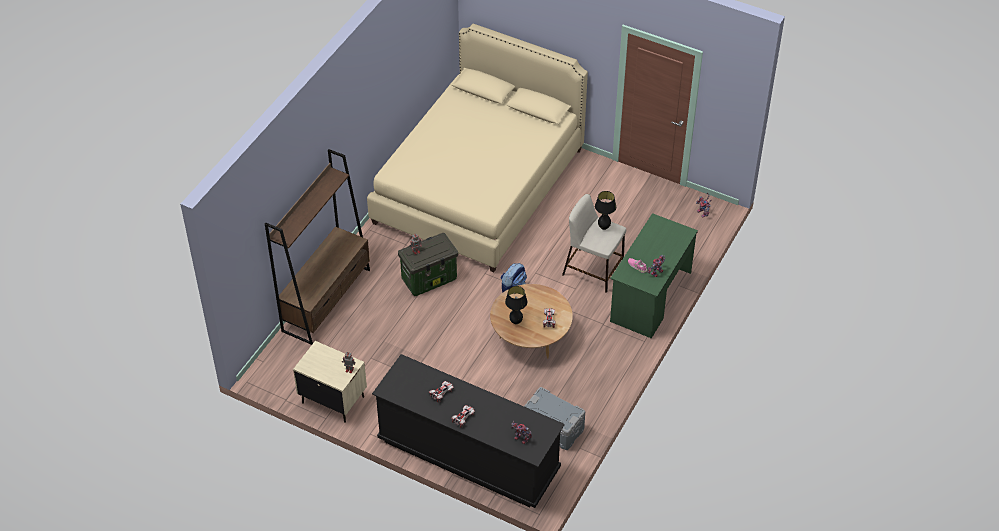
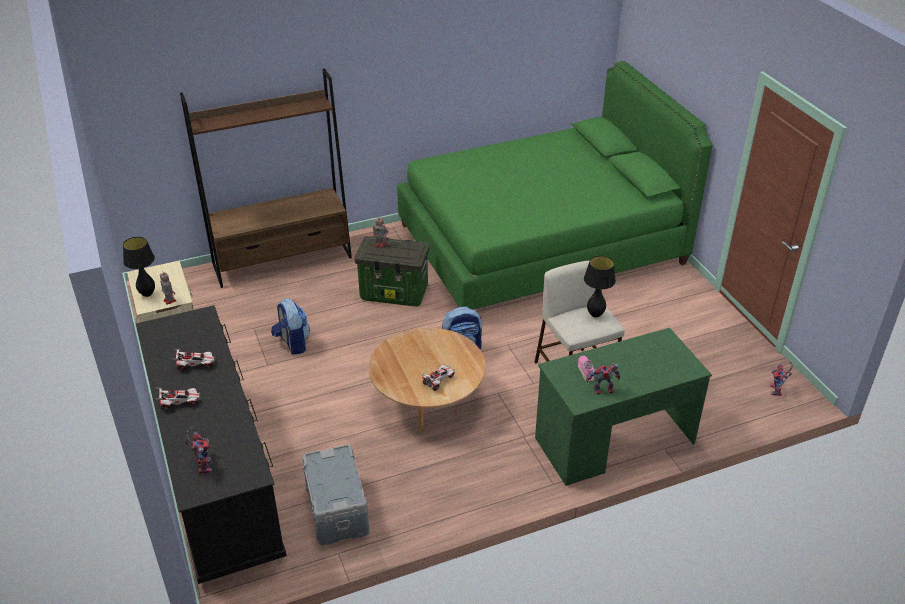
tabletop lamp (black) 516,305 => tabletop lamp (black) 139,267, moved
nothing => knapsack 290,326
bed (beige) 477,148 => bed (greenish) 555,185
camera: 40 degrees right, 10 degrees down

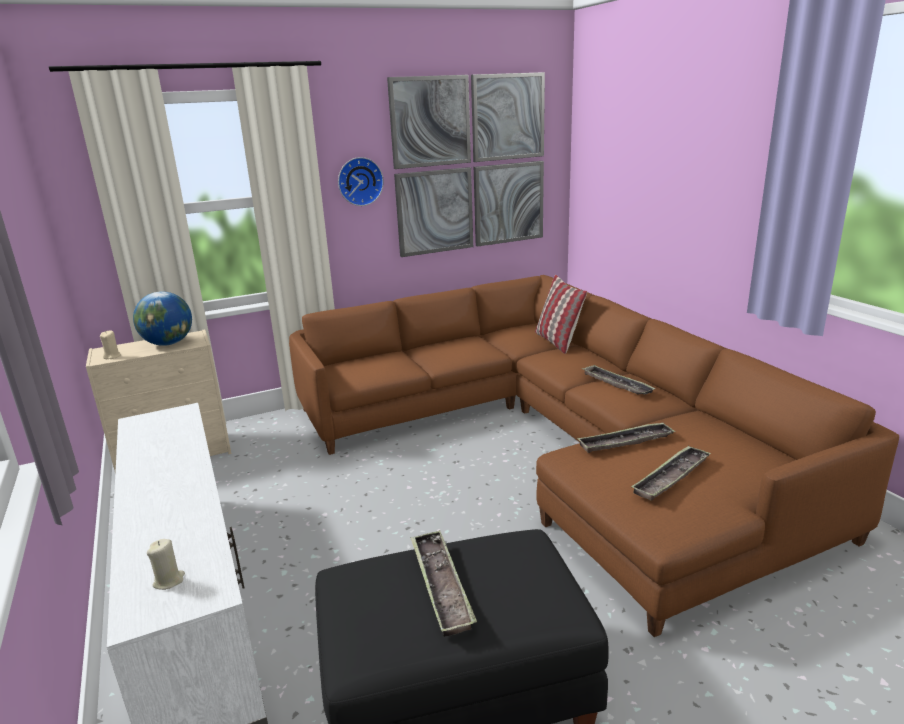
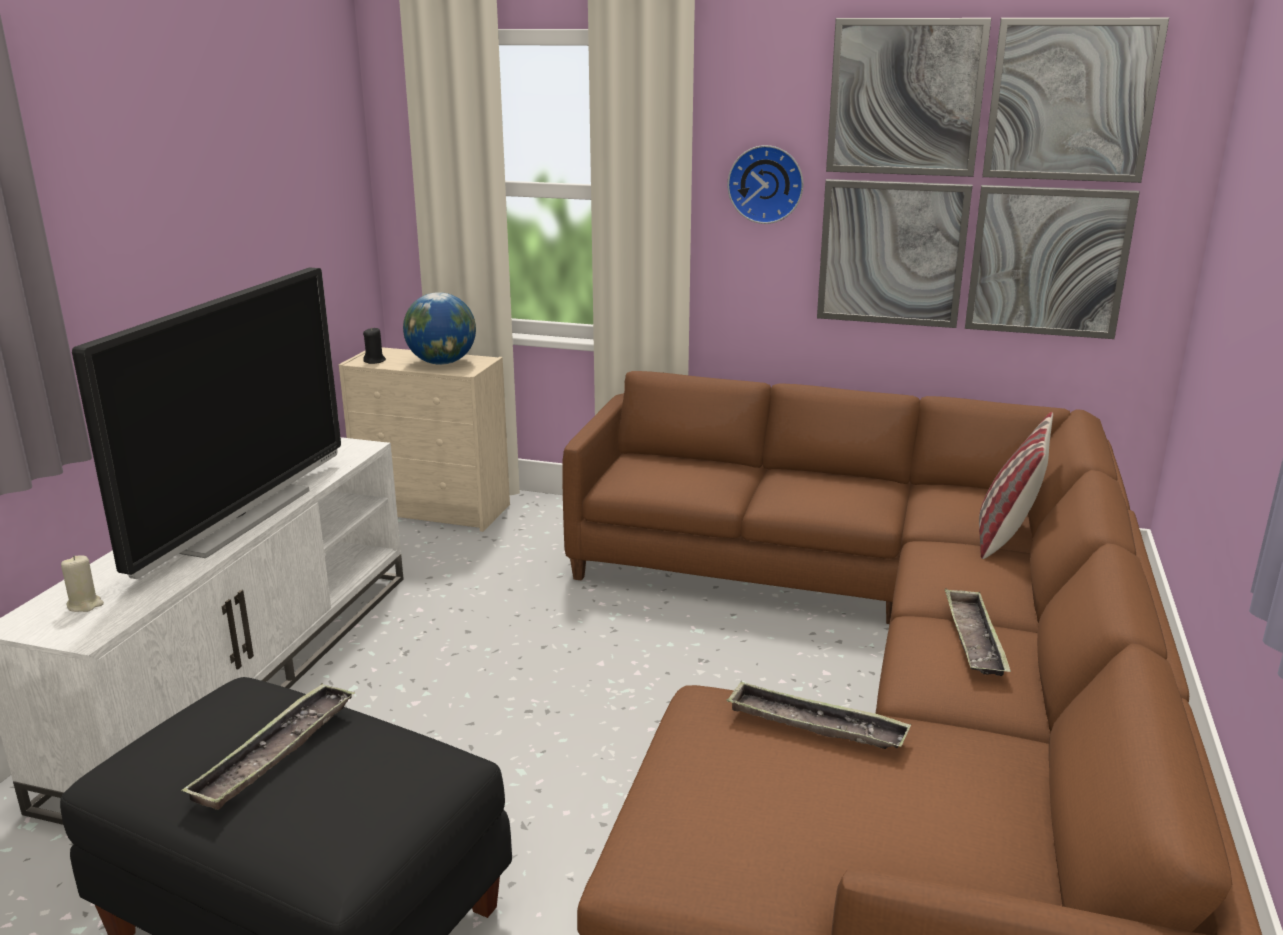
nothing => TV 206,423
wax light (beige) 110,344 => wax light (black) 374,345
carrying tray 671,473 => nothing
camera: 40 degrees right, 0 degrees up

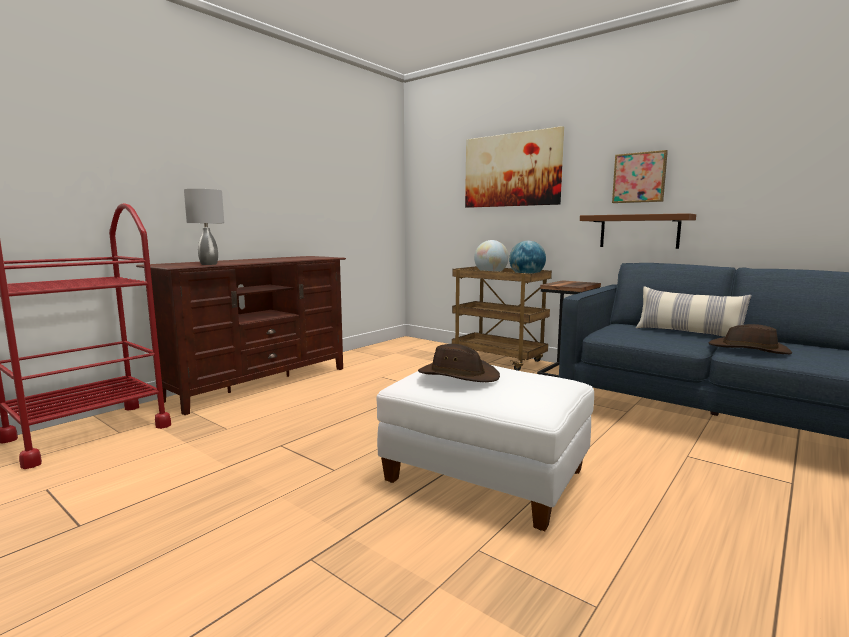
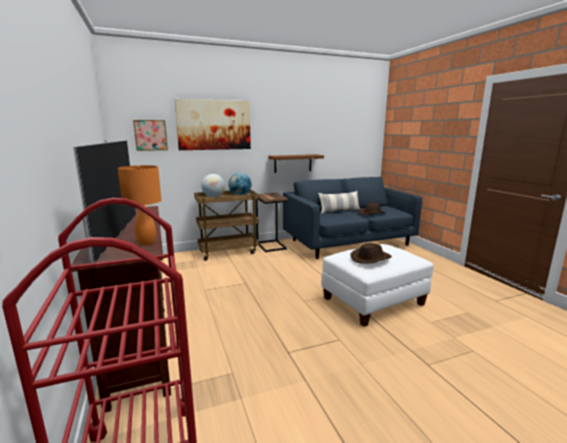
nothing => TV 104,201
tabletop lamp (greyish) 204,227 => tabletop lamp (orangey) 139,205
wall picture 640,176 => wall picture 150,135, moved
camera: 60 degrees left, 5 degrees up

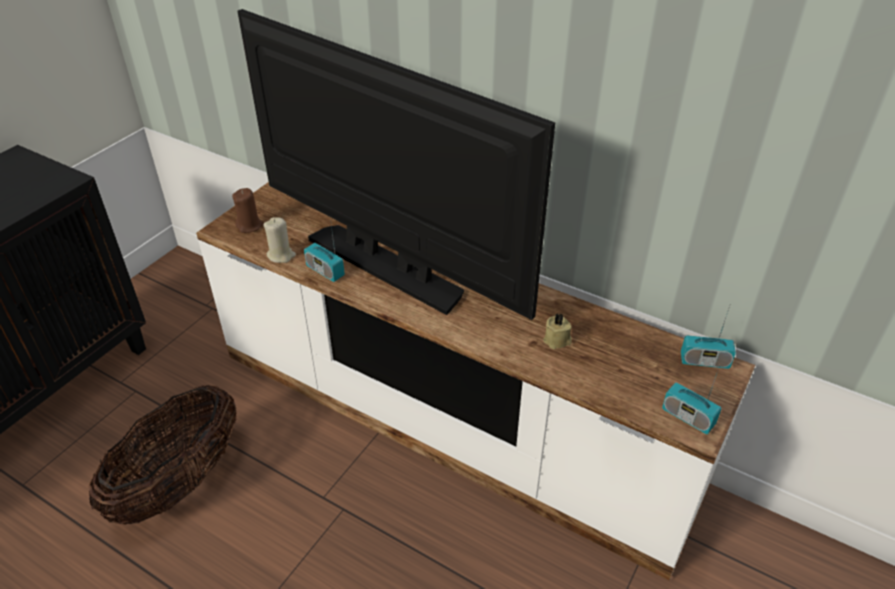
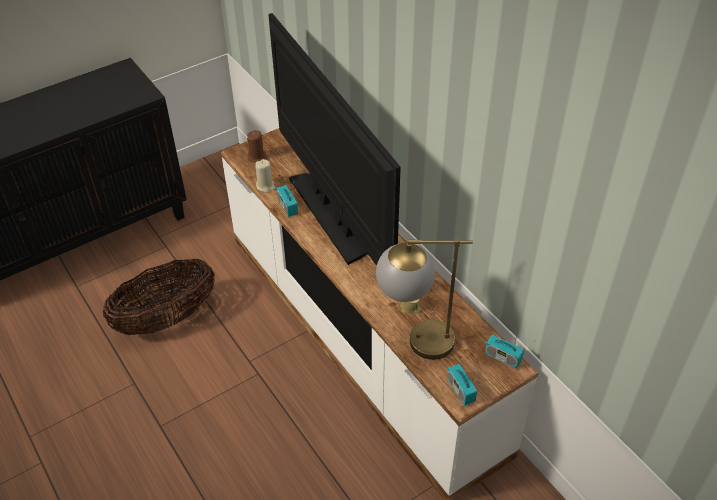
nothing => tabletop lamp 424,299
camera: 25 degrees right, 5 degrees up

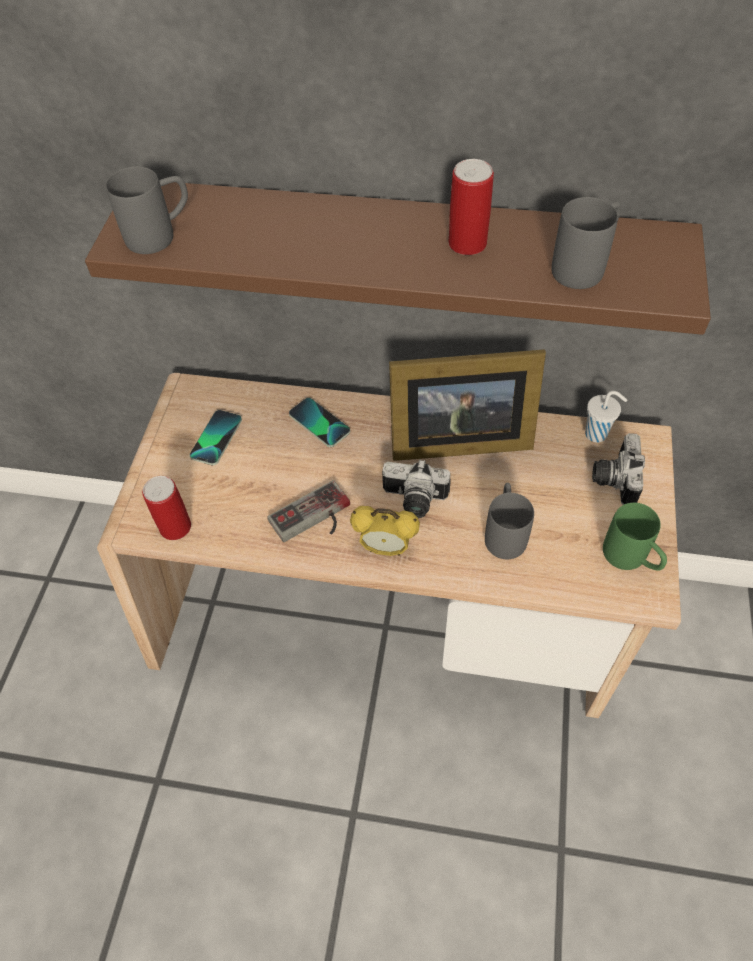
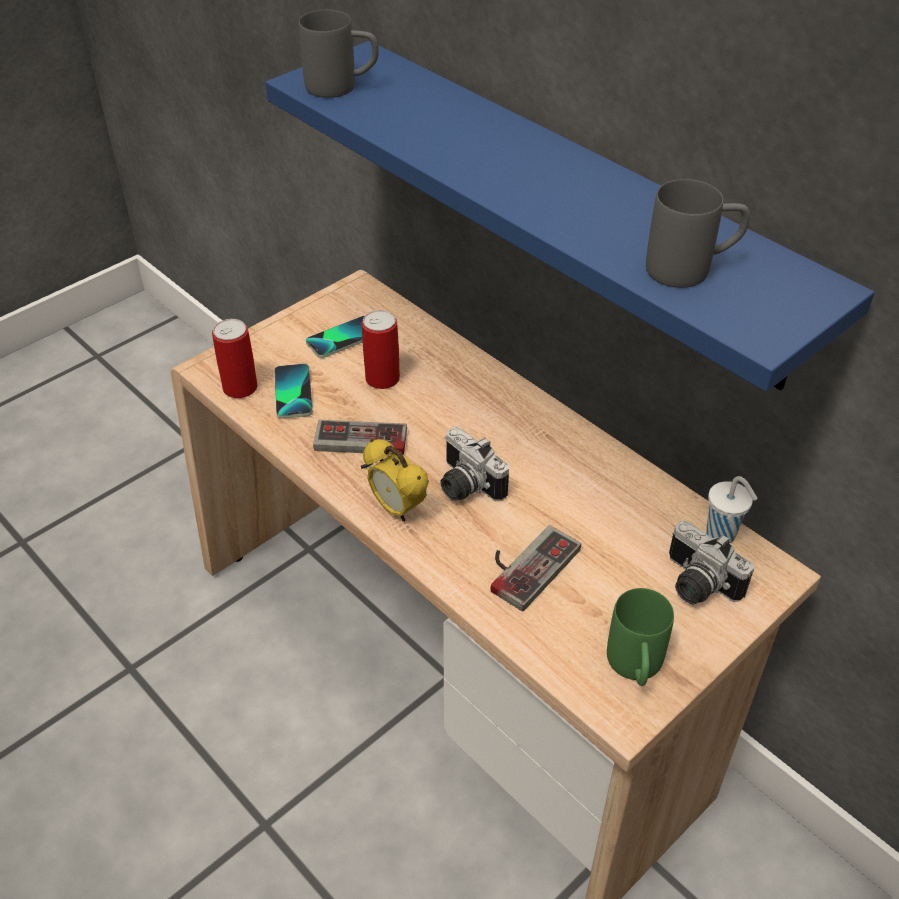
shelf (brown-coloured) 398,258 => shelf (blue) 569,216
handset 319,422 => handset 293,391, moved
can 471,207 => can 381,349, moved
mug (greyish) 509,521 => game controller 535,568
photo camera 618,469 => photo camera 711,562, 90 degrees counterclockwise
picture frame 467,405 => nothing
camera: 35 degrees right, 10 degrees down

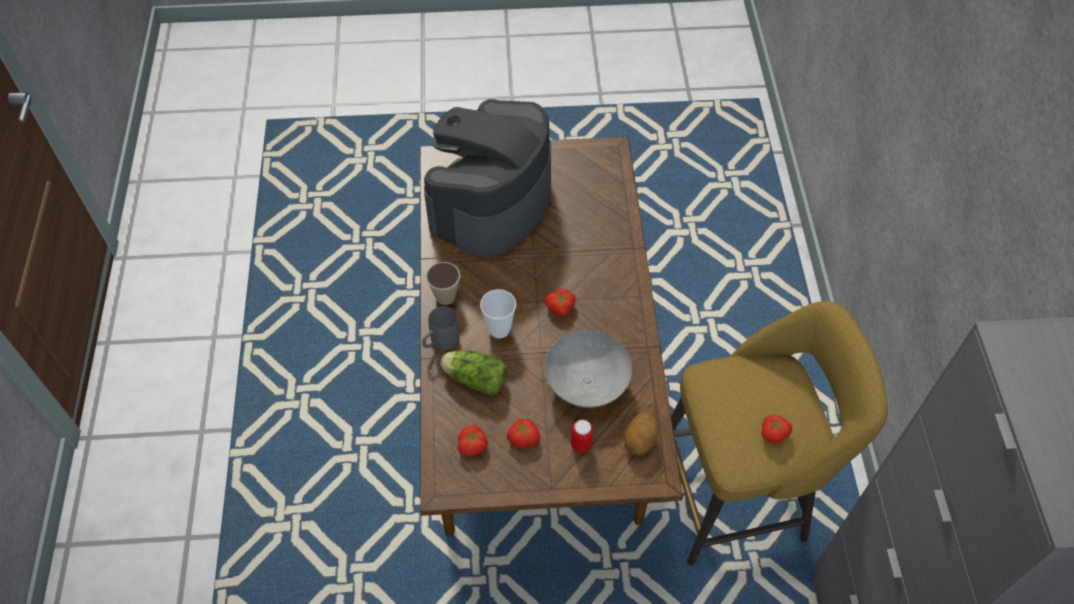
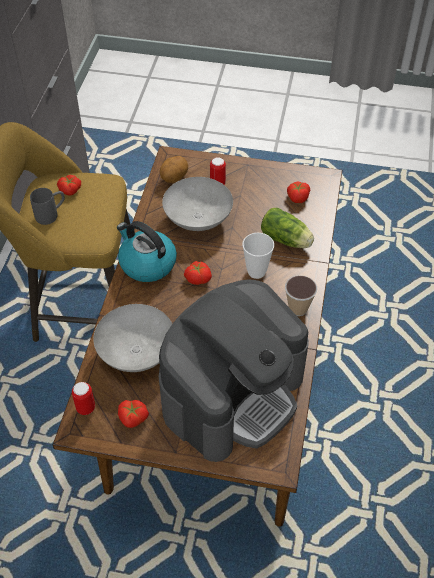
mug (greyish) 440,328 => mug (greyish) 47,206, moved
nothing => can 83,398
nothing => deep dish (greyish) 132,338
nothing => kettle 147,251
fresh tomato 523,433 => fresh tomato 133,414, moved
camera: 165 degrees left, 5 degrees down

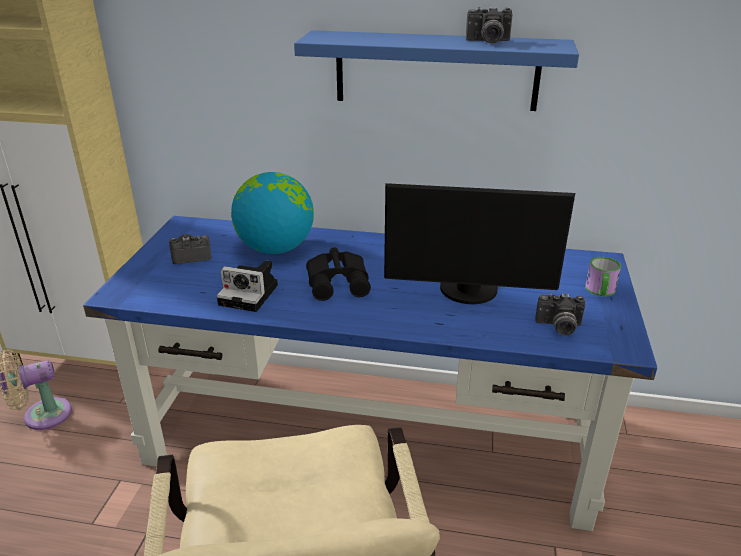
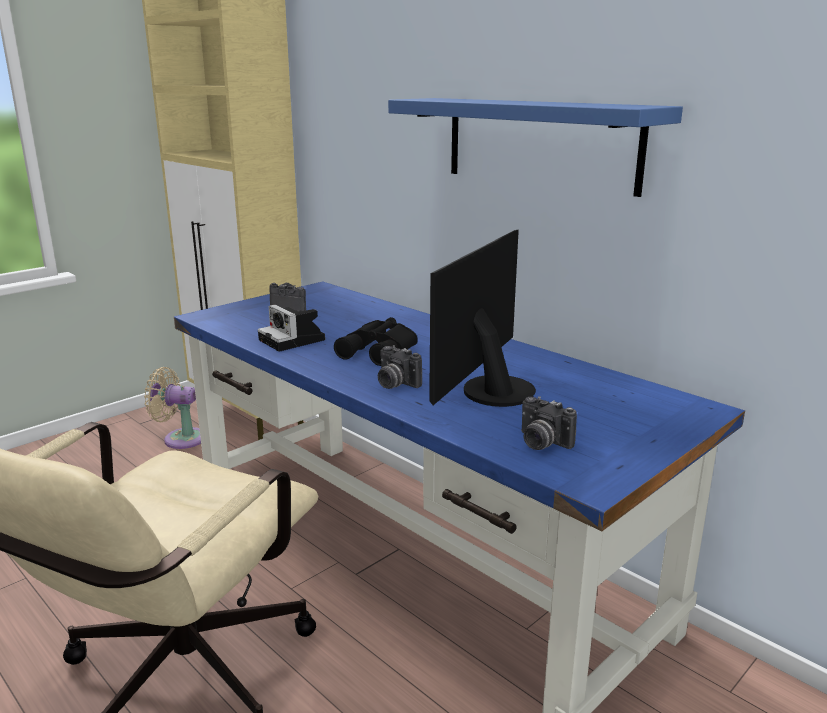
photo camera 489,25 => photo camera 400,367, moved
computer display 479,243 => computer display 482,318, 75 degrees clockwise
desk globe 272,213 => nothing
mug 603,277 => nothing
camera: 35 degrees right, 10 degrees down

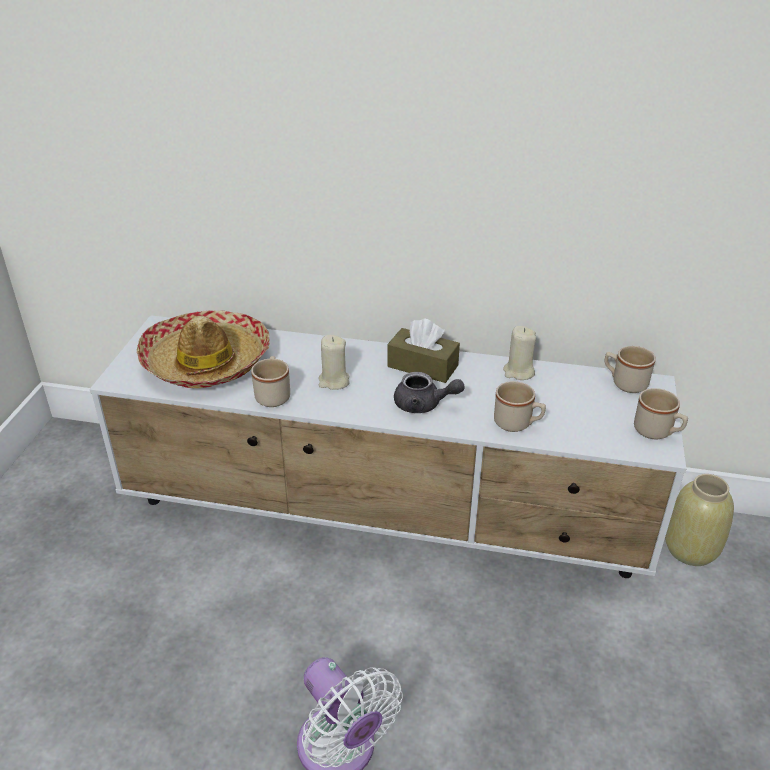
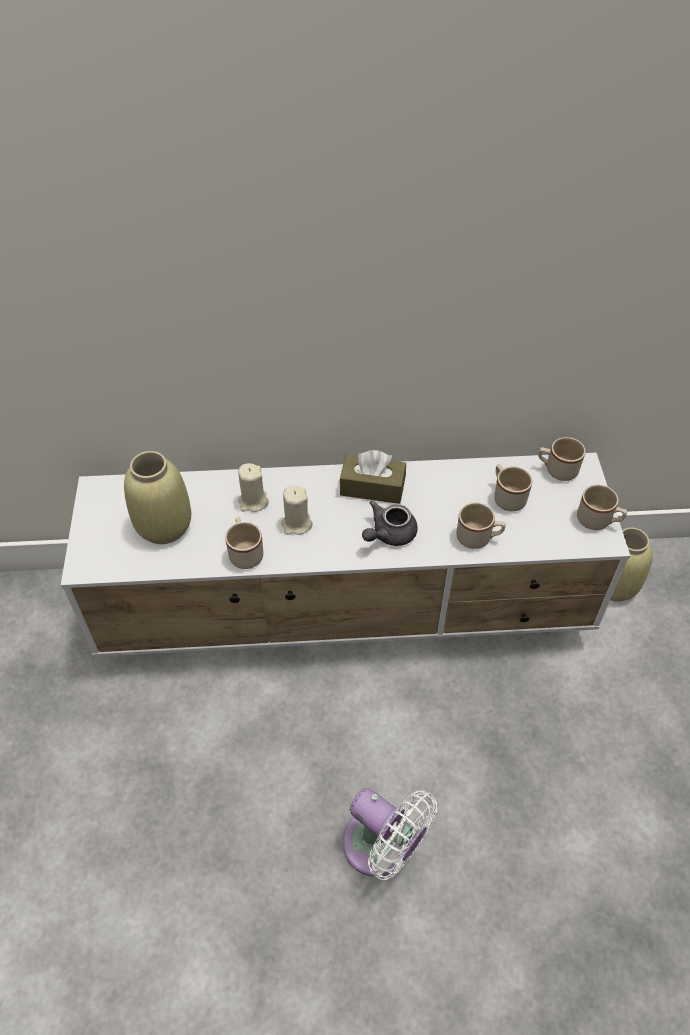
clothing hat 203,349 => vase (beige) 157,497
wax light (beige) 519,353 => wax light (beige) 253,487, moved
teapot (greyish) 429,392 => teapot (greyish) 390,523, 135 degrees clockwise
nothing => mug (beige) 513,487
camera: 15 degrees left, 15 degrees up

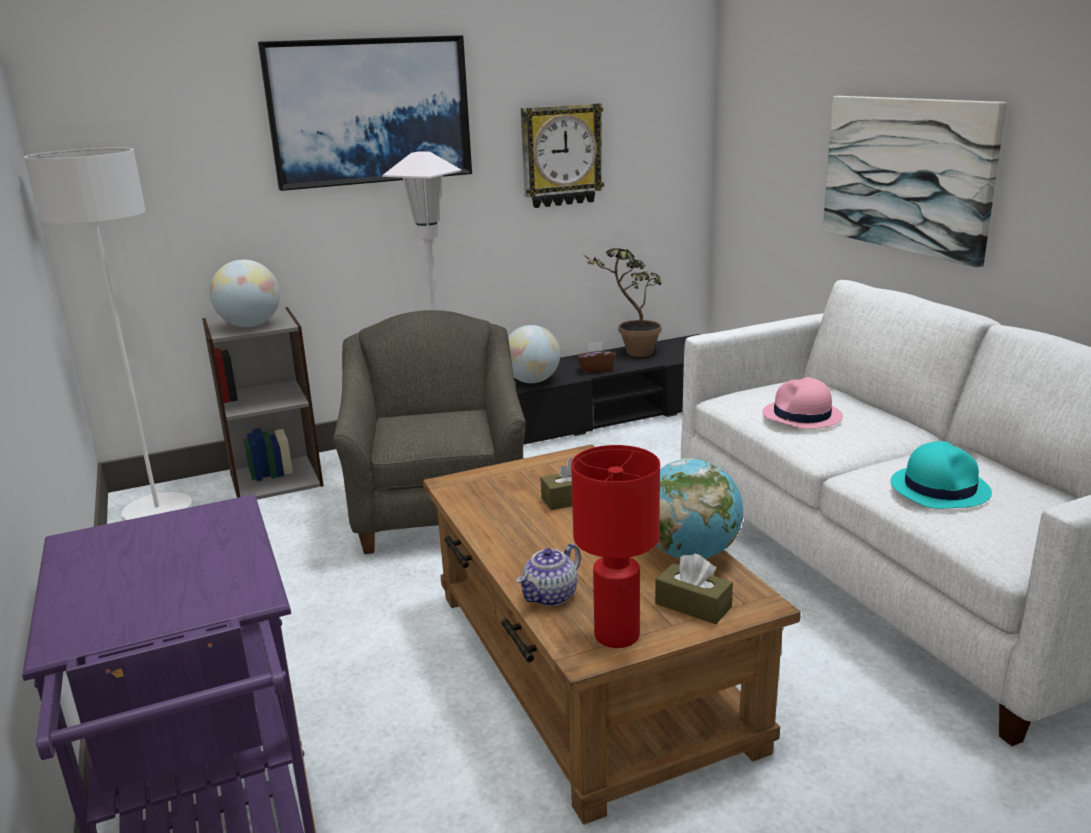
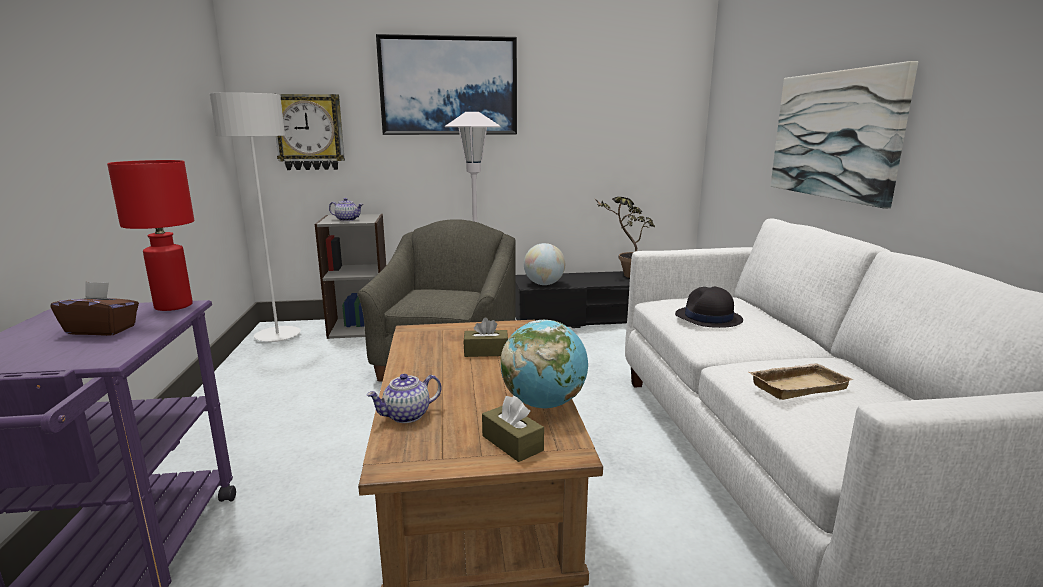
tissue box (brown-coloured) 596,357 => tissue box (brown-coloured) 95,309, moved
tabletop lamp (reddish) 615,546 => tabletop lamp (reddish) 150,235, moved
wall clock 562,155 => wall clock 310,132, moved
desk globe 245,293 => teapot 346,209
clothing hat (pink-coloured) 803,403 => clothing hat (black) 709,307
clothing hat (turquoise-coloured) 941,475 => carrying tray (beige) 801,381
camera: 15 degrees right, 5 degrees down

